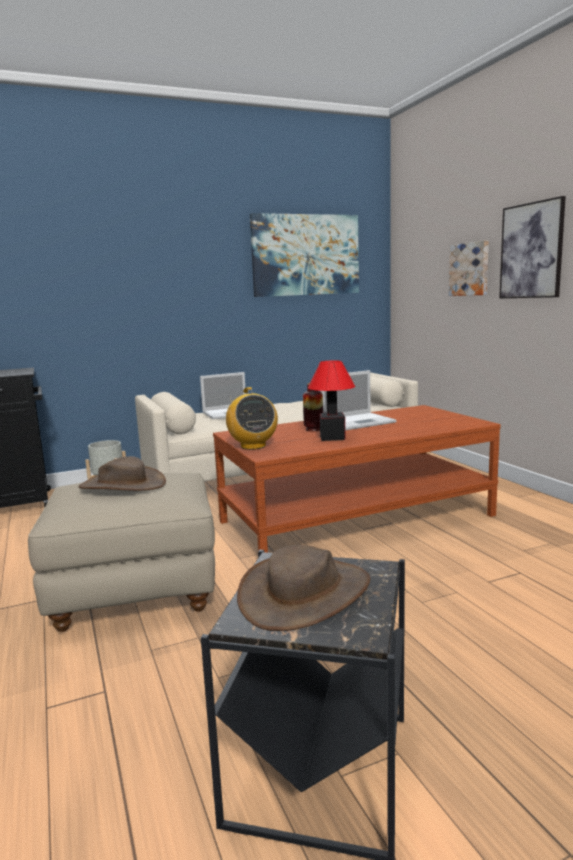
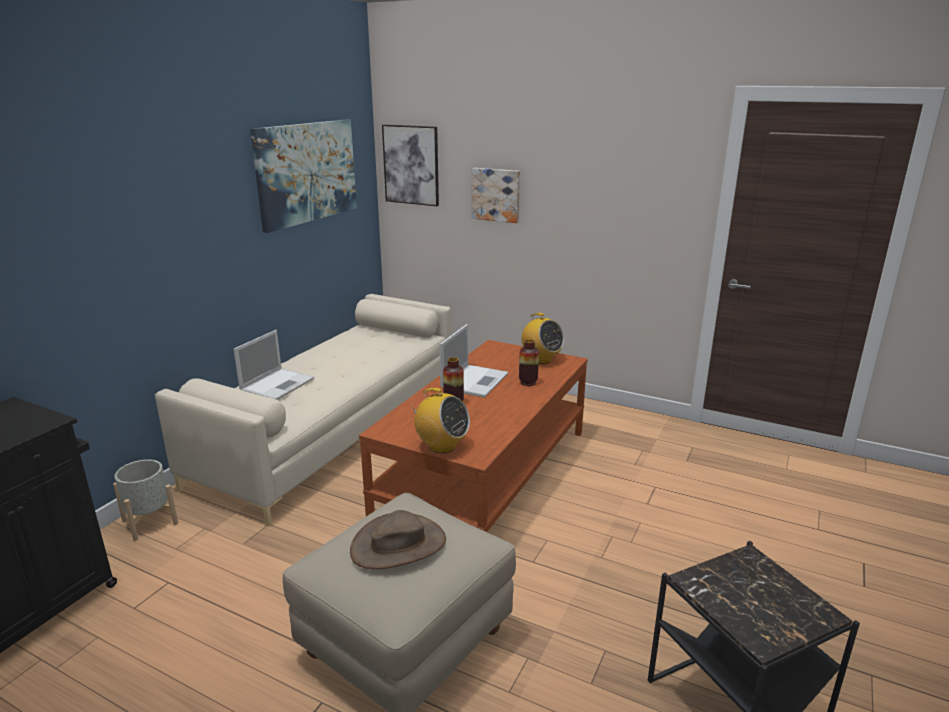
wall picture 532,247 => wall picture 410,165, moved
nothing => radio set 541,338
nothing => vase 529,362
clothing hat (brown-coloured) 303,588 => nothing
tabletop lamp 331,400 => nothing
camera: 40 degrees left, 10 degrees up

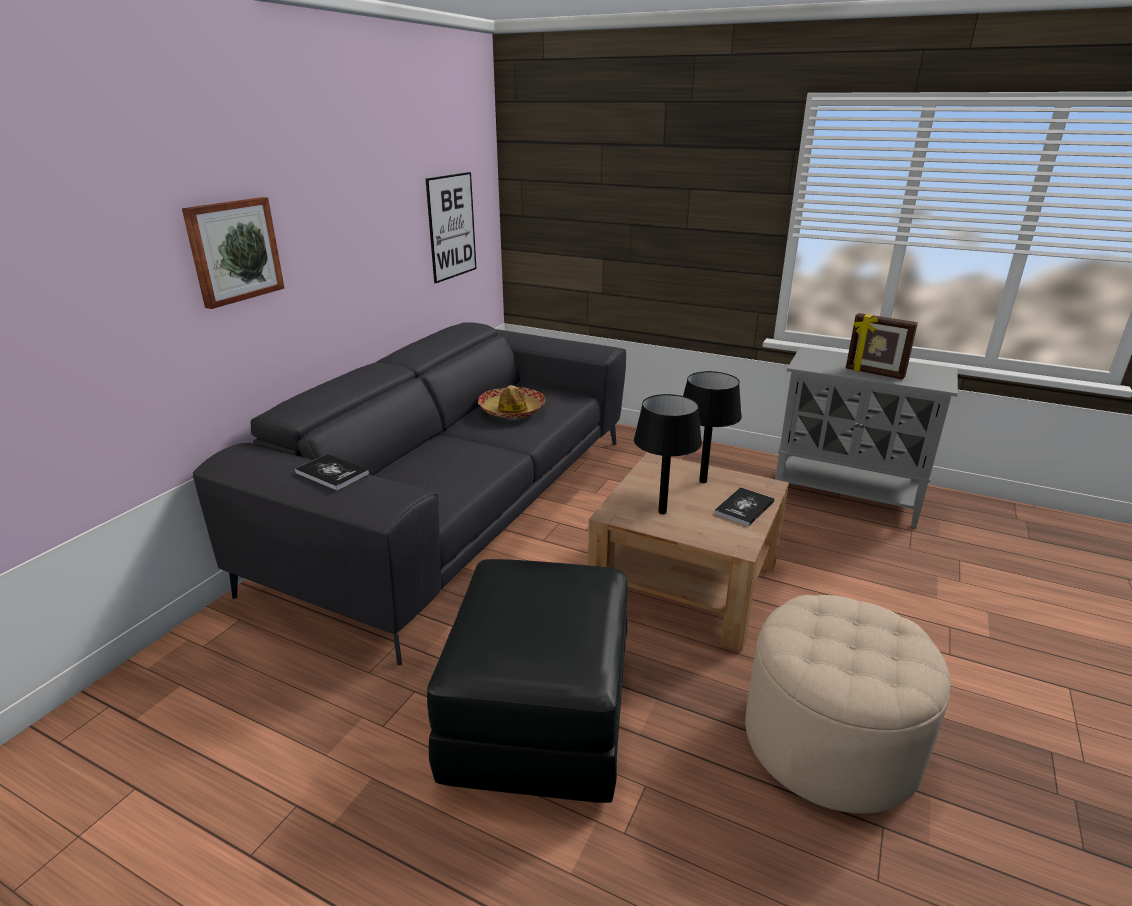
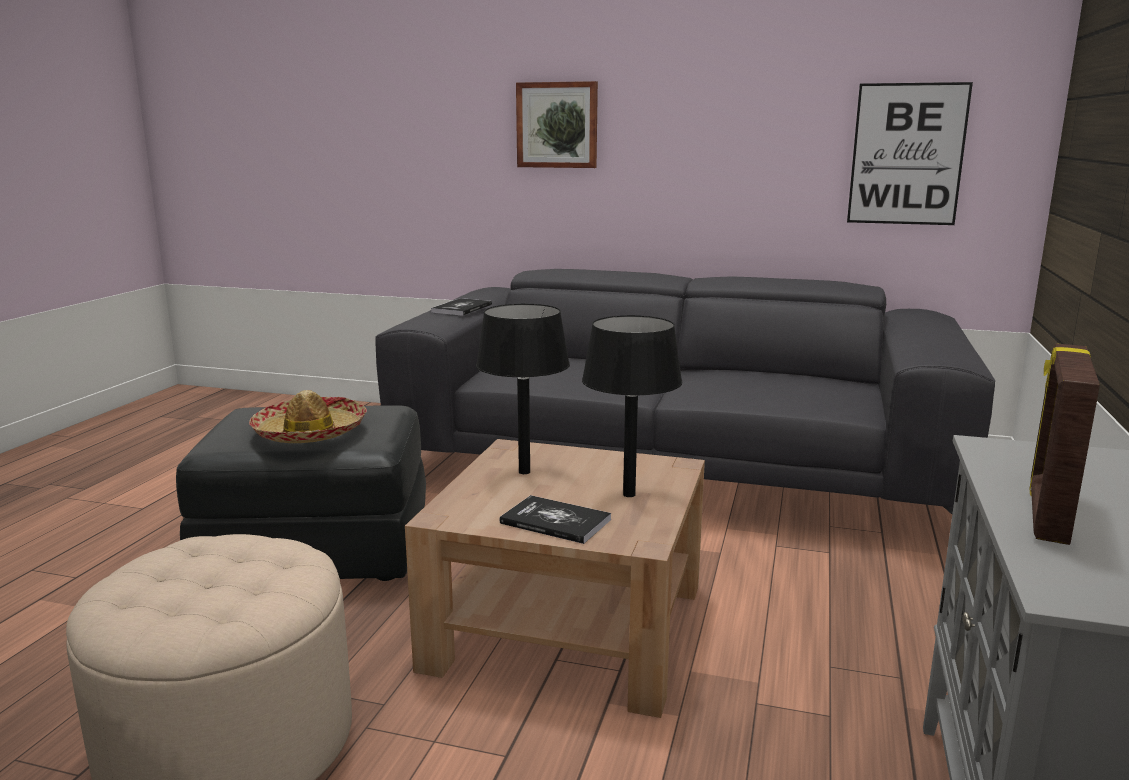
clothing hat 511,401 => clothing hat 308,416, moved
camera: 80 degrees right, 10 degrees down

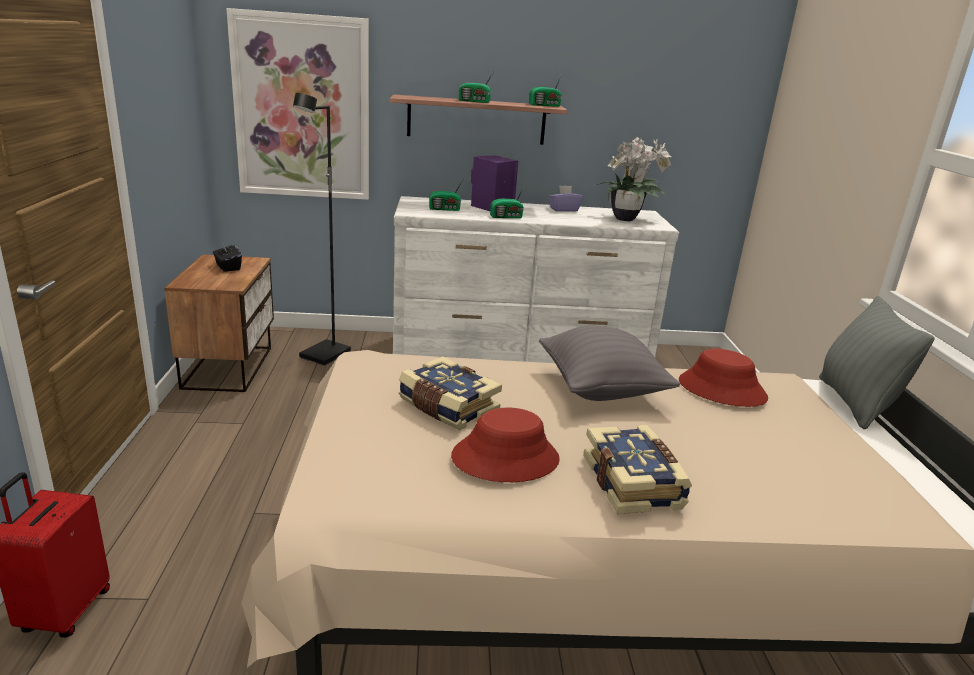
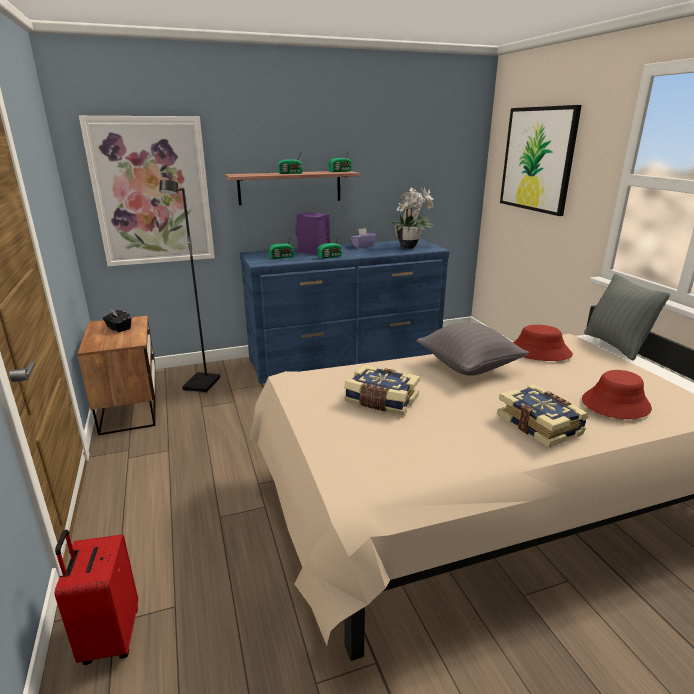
drawer chest (white) 536,279 => drawer chest (blue) 345,311
nothing => wall picture 541,160
clothing hat (reddish) 505,444 => clothing hat (reddish) 617,394, moved
camera: 15 degrees left, 0 degrees up

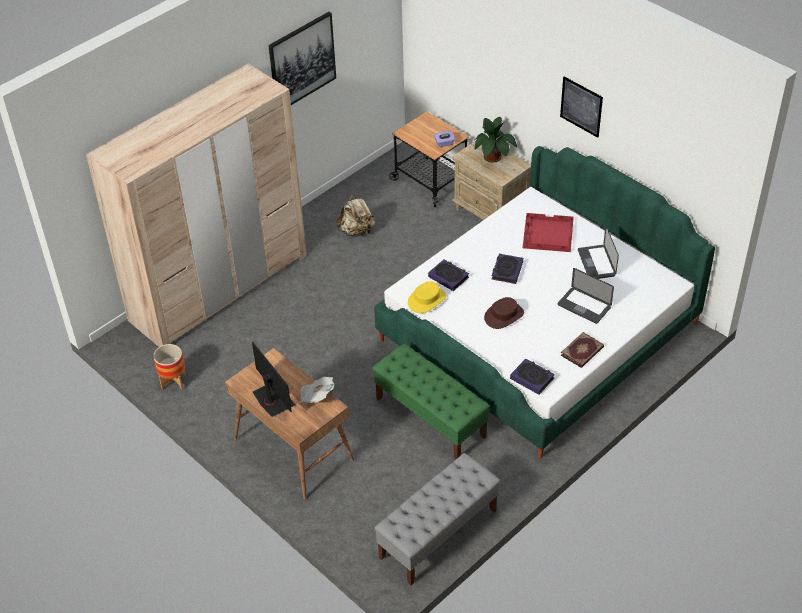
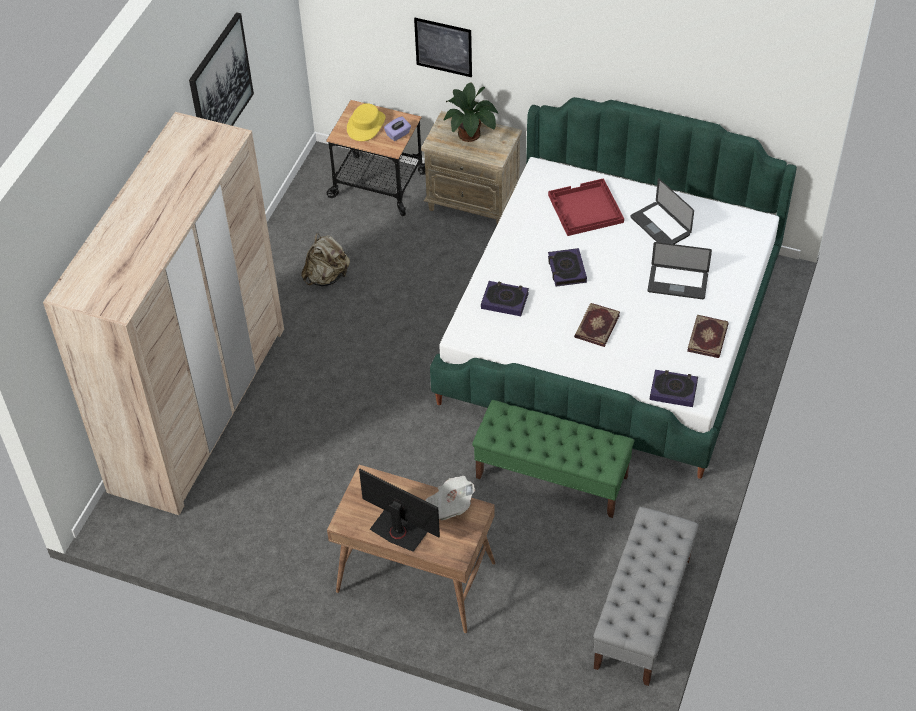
clothing hat (yellow-coloured) 427,297 => clothing hat (yellow-coloured) 366,122, moved
wall picture 581,107 => wall picture 443,47, moved
clothing hat (brown-coloured) 504,313 => bound book 597,325
plant pot 169,367 => nothing
camera: 25 degrees left, 5 degrees up

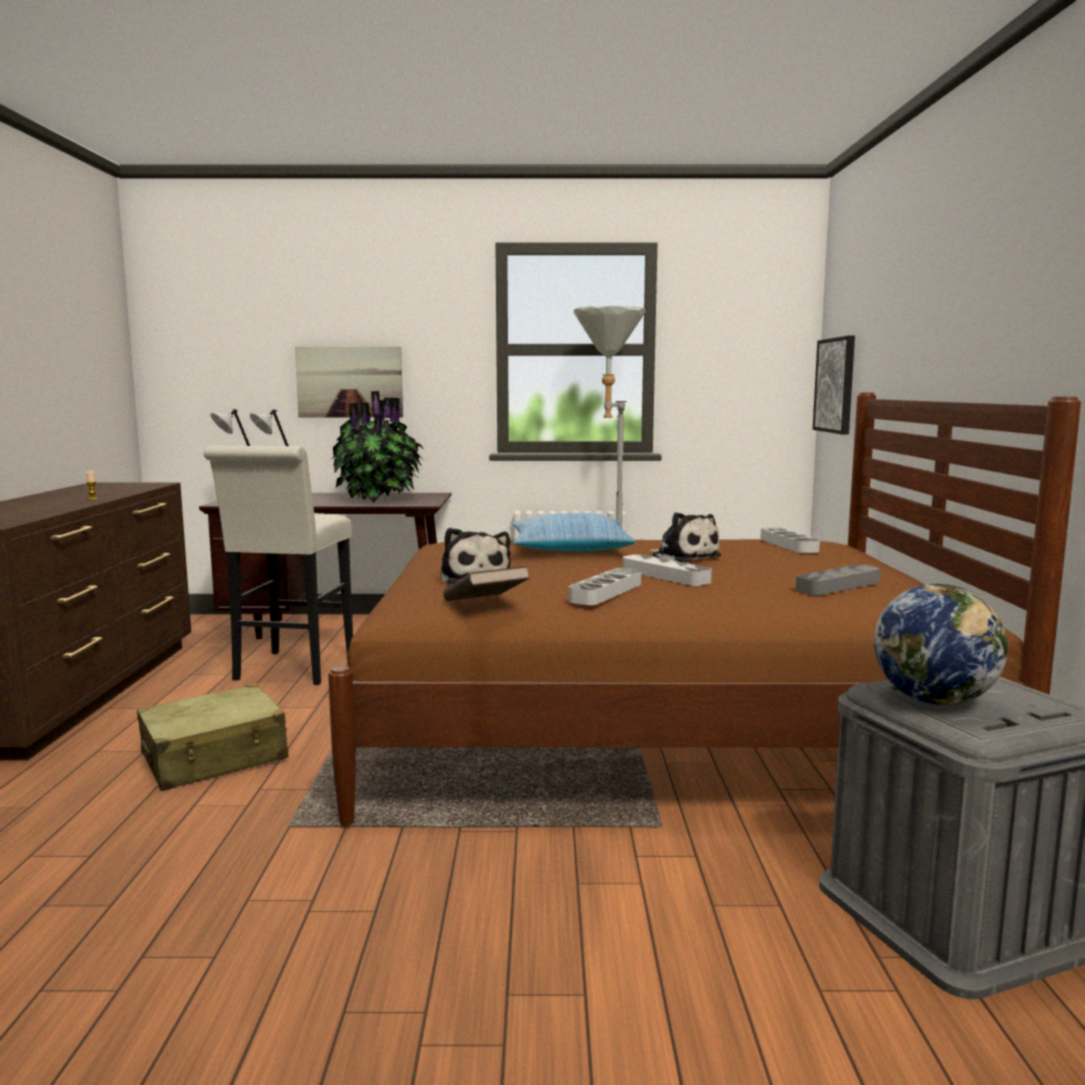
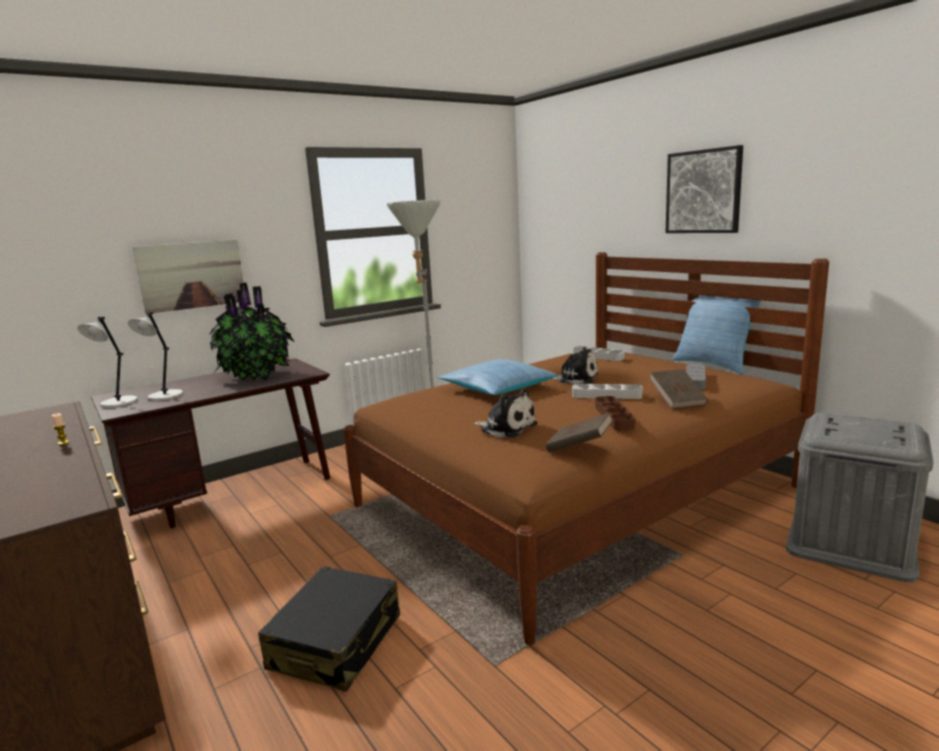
piece of luggage (beige) 212,737 => piece of luggage (black) 329,629
carrying tray (greyish) 605,586 => carrying tray (brown-coloured) 615,413
nothing => bound book (brown-coloured) 678,389
wall picture 834,385 => wall picture 704,189, moved
nothing => pillow 716,335
stool (white) 278,565 => nothing
desk globe 941,644 => nothing
camera: 35 degrees left, 5 degrees up

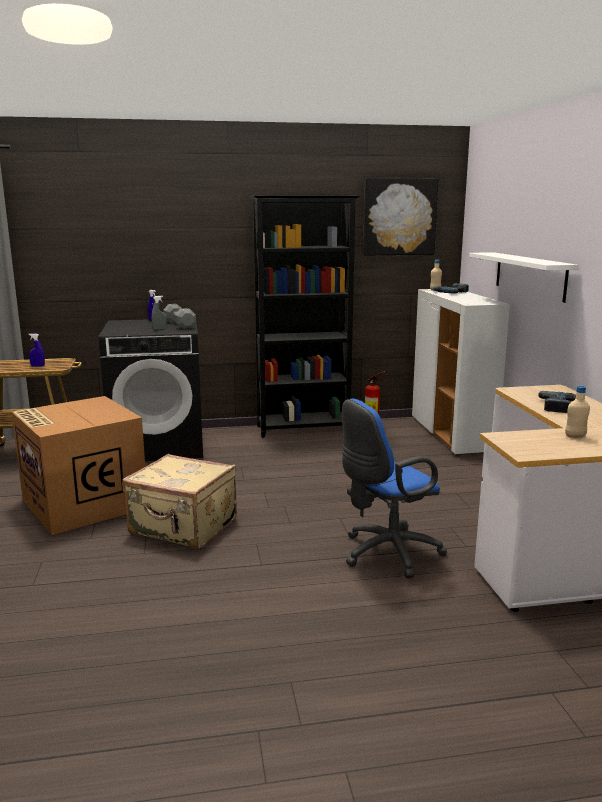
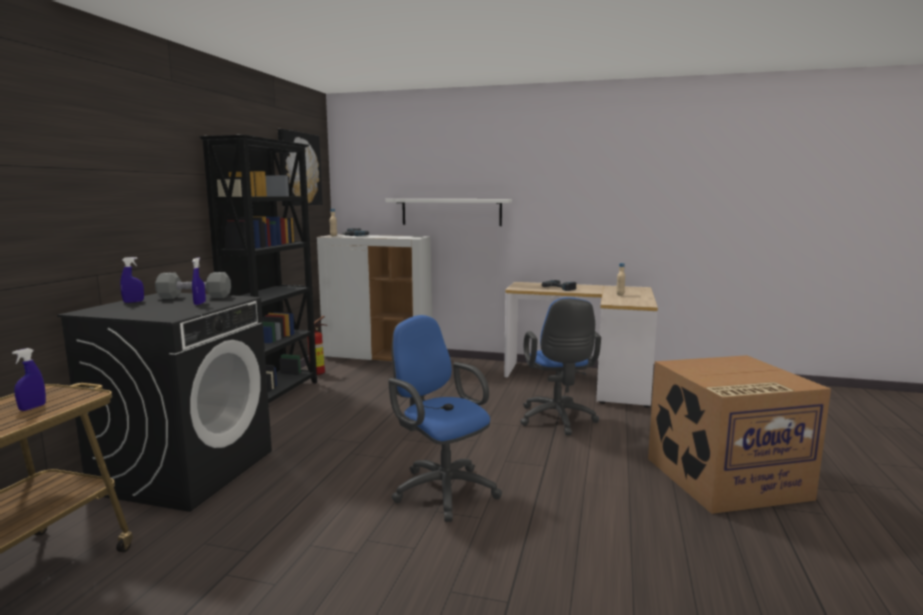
spray bottle (greyish) 159,313 => spray bottle (blue) 199,281
piece of luggage (beige) 179,501 => office chair (blue) 445,418
carton 78,465 => carton 739,434, moved
camera: 65 degrees left, 5 degrees down

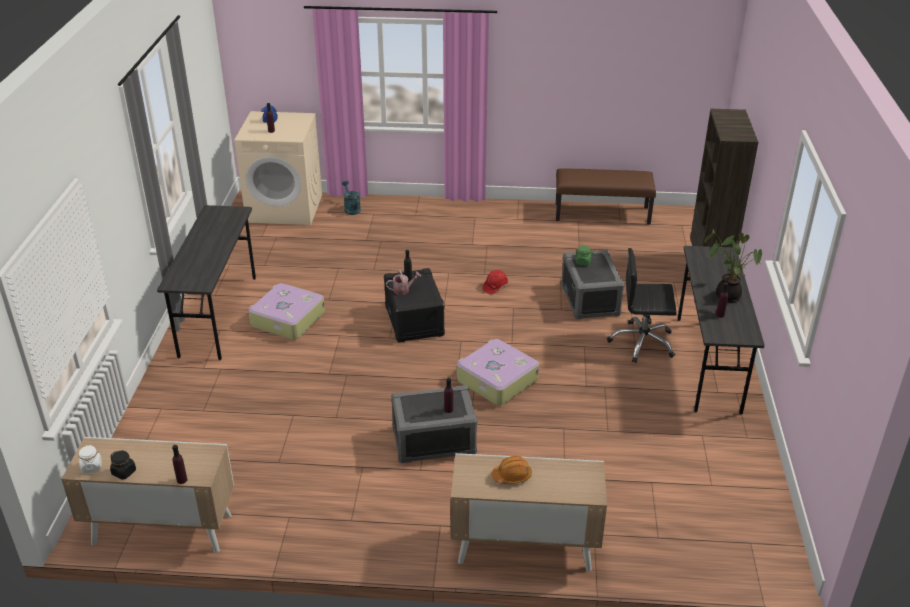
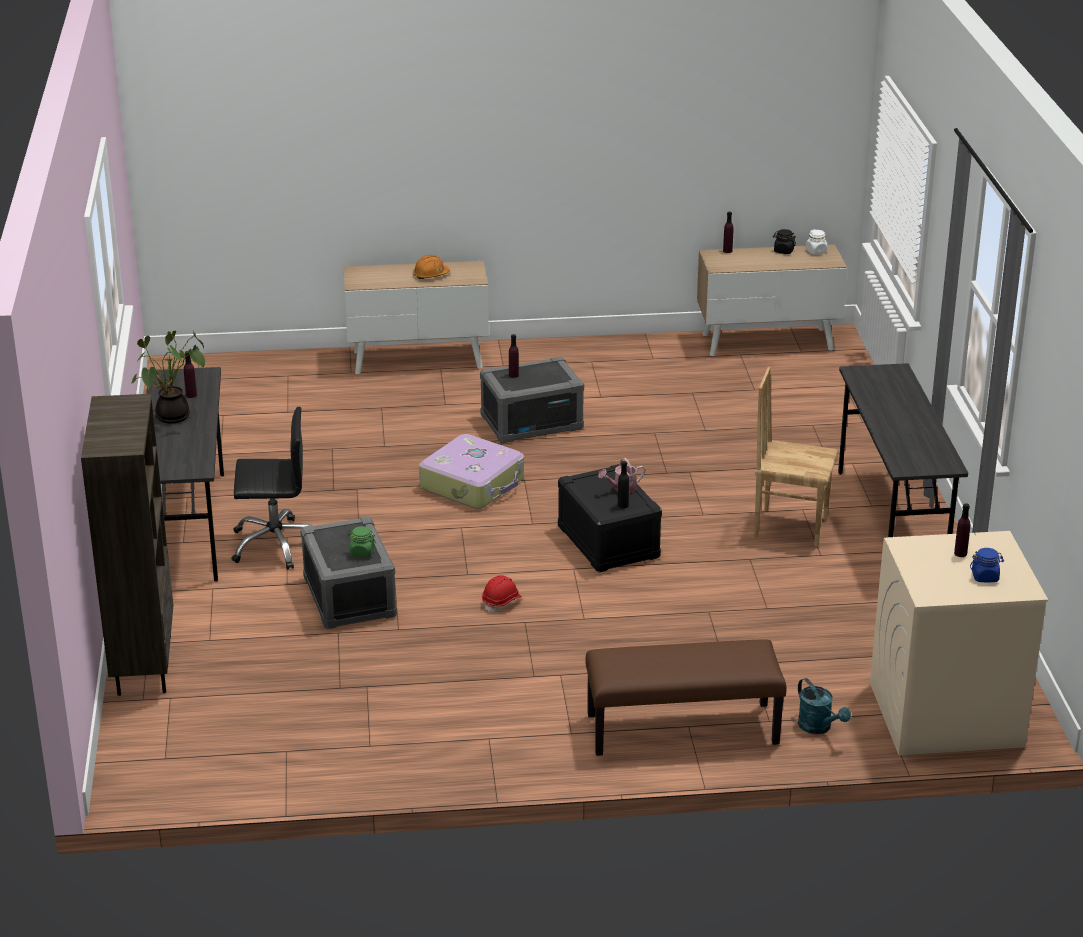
bench (brown-coloured) 606,196 => bench (brown-coloured) 685,698, moved
piece of luggage 287,311 => plain chair (brown-coloured) 796,457
camera: 170 degrees right, 5 degrees down

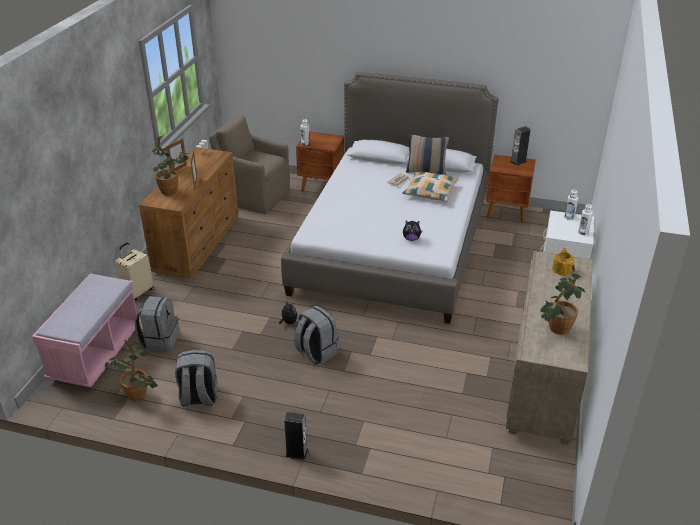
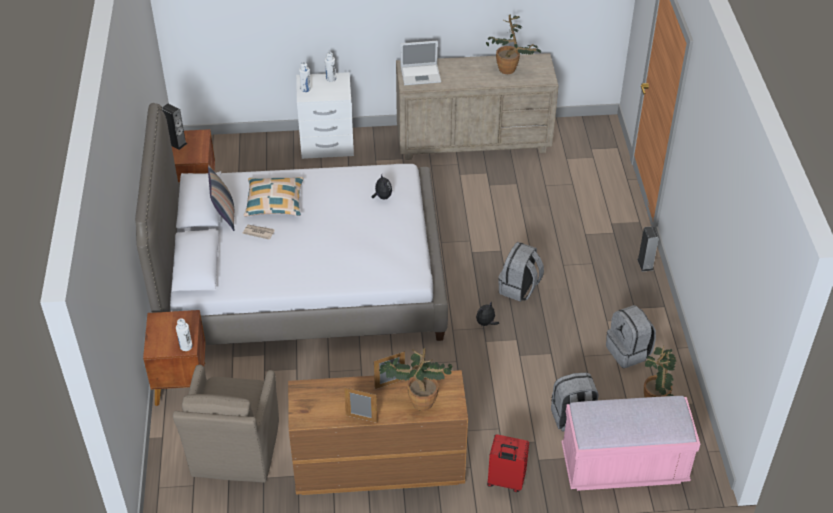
teapot 563,261 => portable computer 420,63
piece of luggage (beige) 134,271 => piece of luggage (reddish) 508,463
camera: 110 degrees left, 10 degrees up

